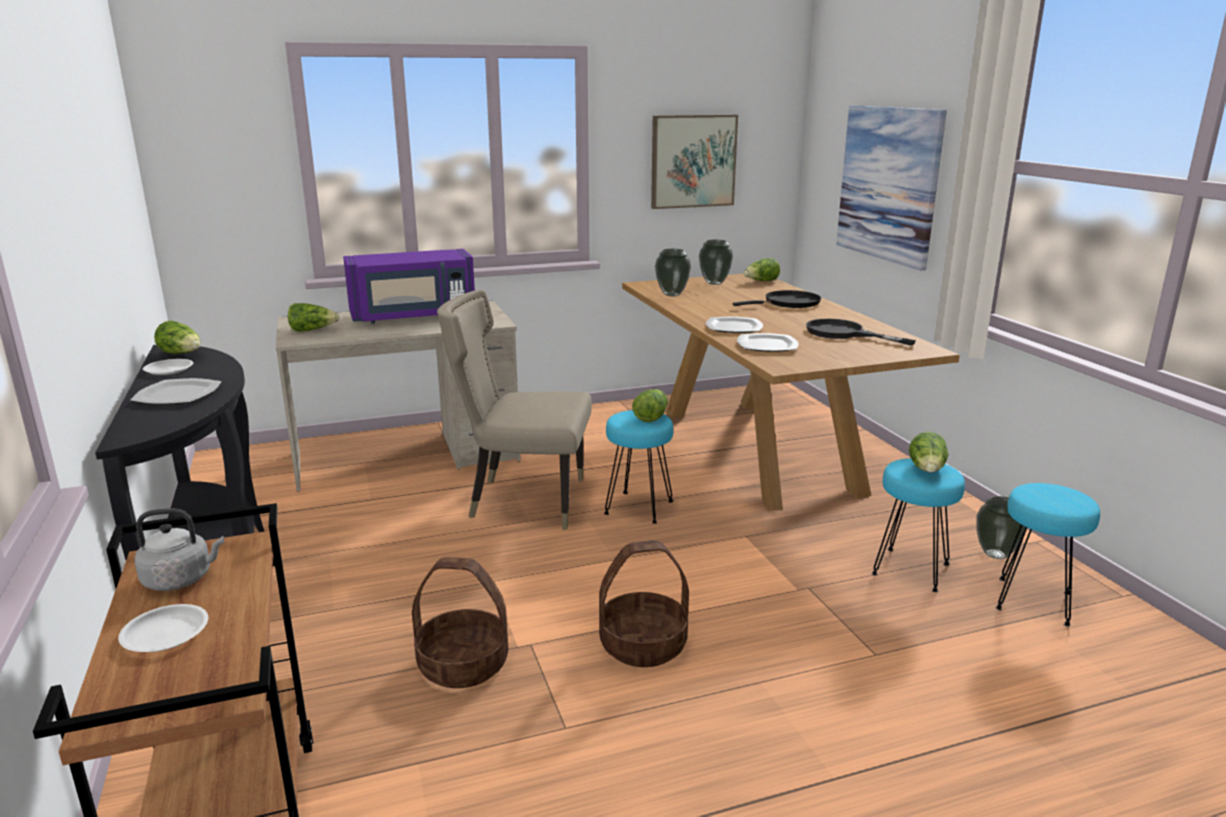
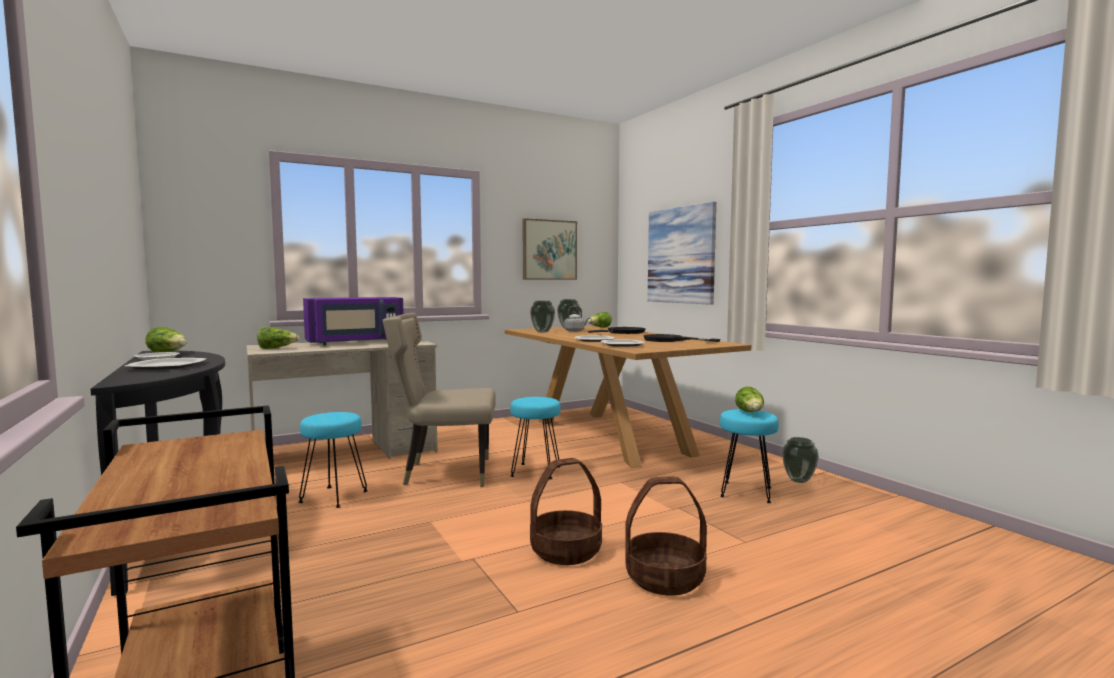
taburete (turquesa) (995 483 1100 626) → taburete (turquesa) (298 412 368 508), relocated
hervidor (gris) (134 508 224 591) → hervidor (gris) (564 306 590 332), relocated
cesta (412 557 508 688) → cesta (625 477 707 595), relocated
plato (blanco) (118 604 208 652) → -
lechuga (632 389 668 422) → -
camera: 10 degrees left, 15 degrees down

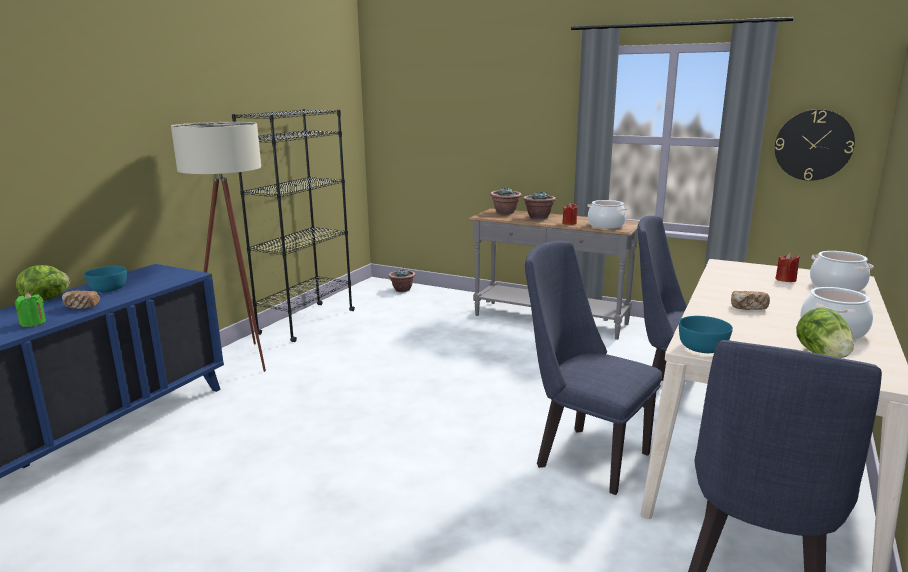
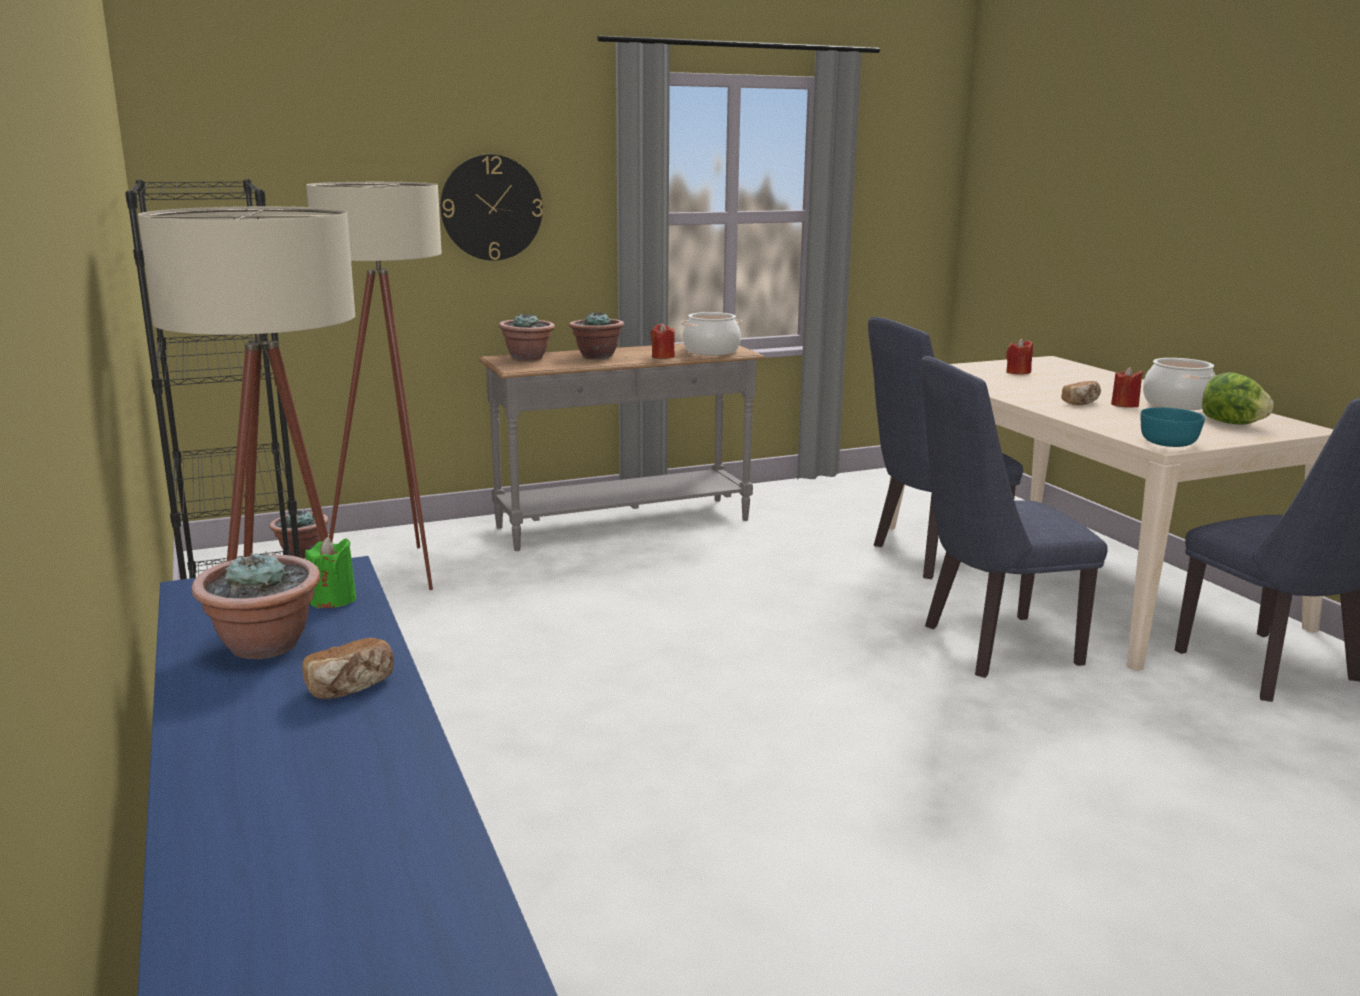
cuenco (turquesa) (84 266 127 292) → planta en maceta (192 552 320 659)
vela (verde) (15 292 46 327) → vela (verde) (305 536 356 609), relocated
- → lámpara de pie (beis) (306 182 442 590)
reloj de pared (775 109 855 181) → reloj de pared (440 154 543 261), relocated
- → vela (rojo) (1111 367 1143 408)
lechuga (16 265 70 301) → -
olla (810 251 874 292) → -
camera: 50 degrees left, 0 degrees up

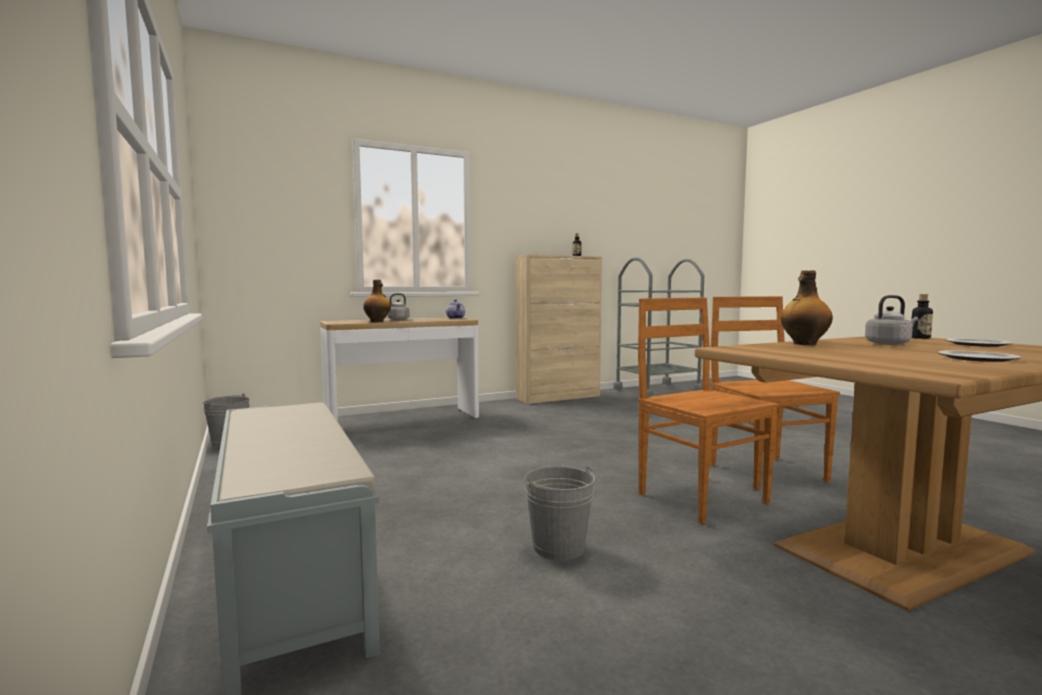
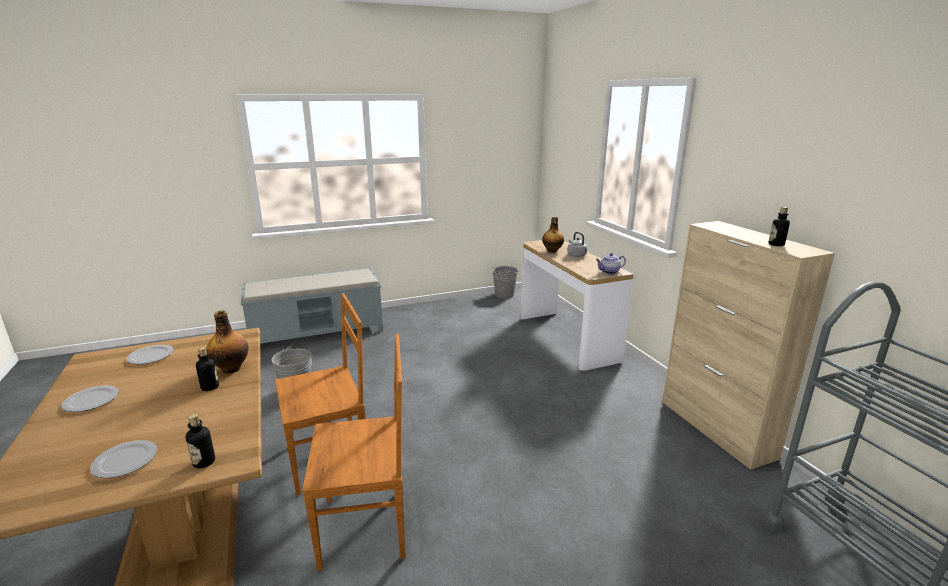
- → plato (126 345 174 364)
- → botella (196 347 219 391)
hervidor (gris) (865 295 918 345) → -
camera: 95 degrees right, 15 degrees up

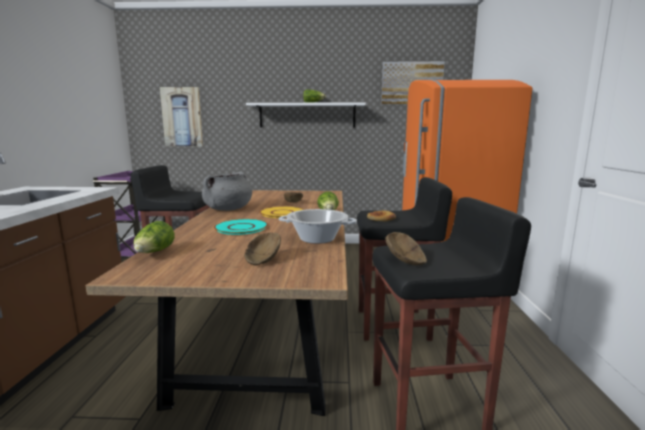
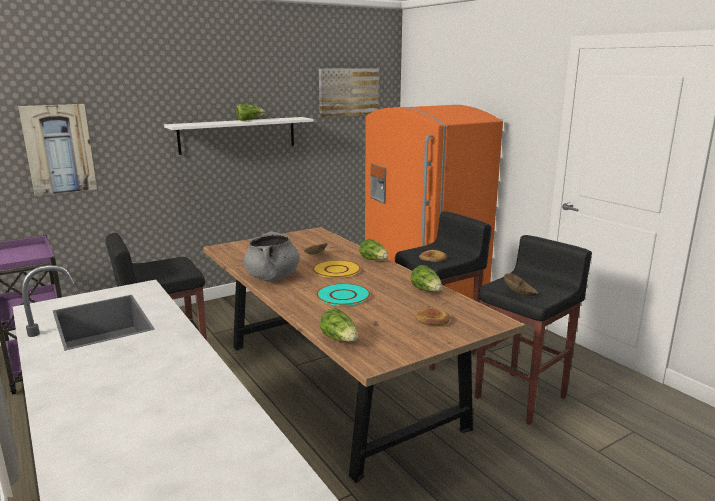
olla (279 209 357 244) → lechuga (411 265 442 291)
cuenco (marrón) (244 232 281 265) → pan (416 308 450 326)
camera: 35 degrees left, 5 degrees up

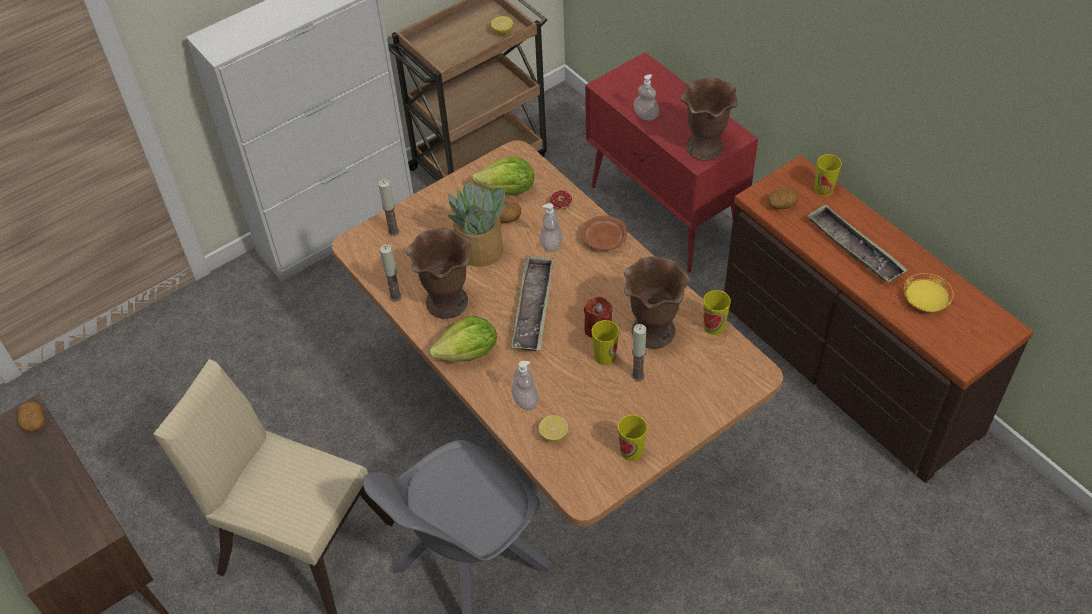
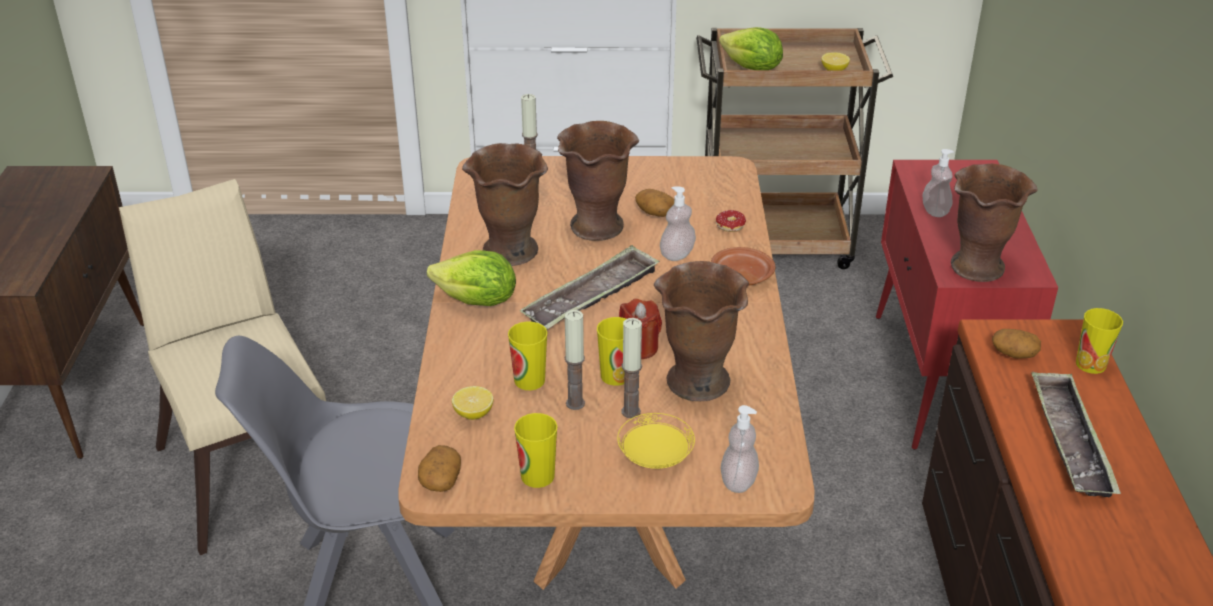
patata (17 402 46 432) → patata (418 445 461 492), relocated
taza (703 290 731 335) → taza (508 321 547 390), relocated
planta en maceta (448 182 506 267) → florero (marrón) (557 121 639 241)
vela (380 244 402 302) → vela (565 310 585 410), relocated
plato (amarillo) (904 273 953 312) → plato (amarillo) (617 413 695 469), relocated
lechuga (472 157 534 195) → lechuga (719 27 783 70), relocated
dispensador de jabón (511 361 539 411) → dispensador de jabón (721 405 759 493), relocated
camera: 35 degrees right, 15 degrees down

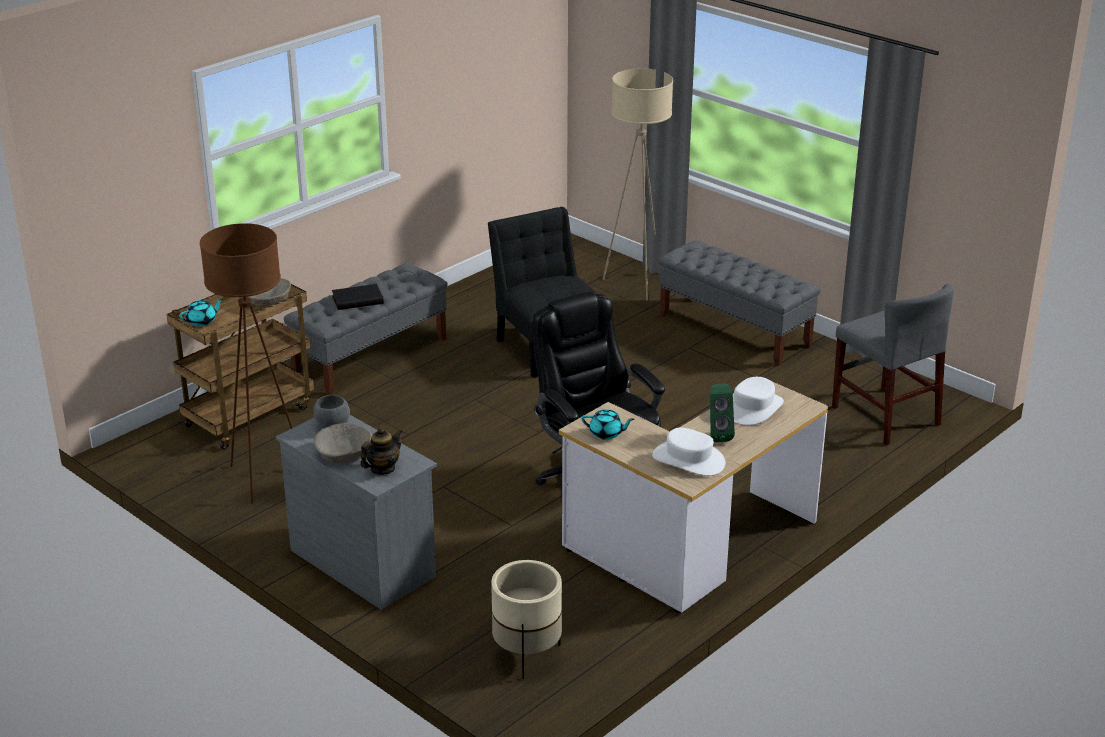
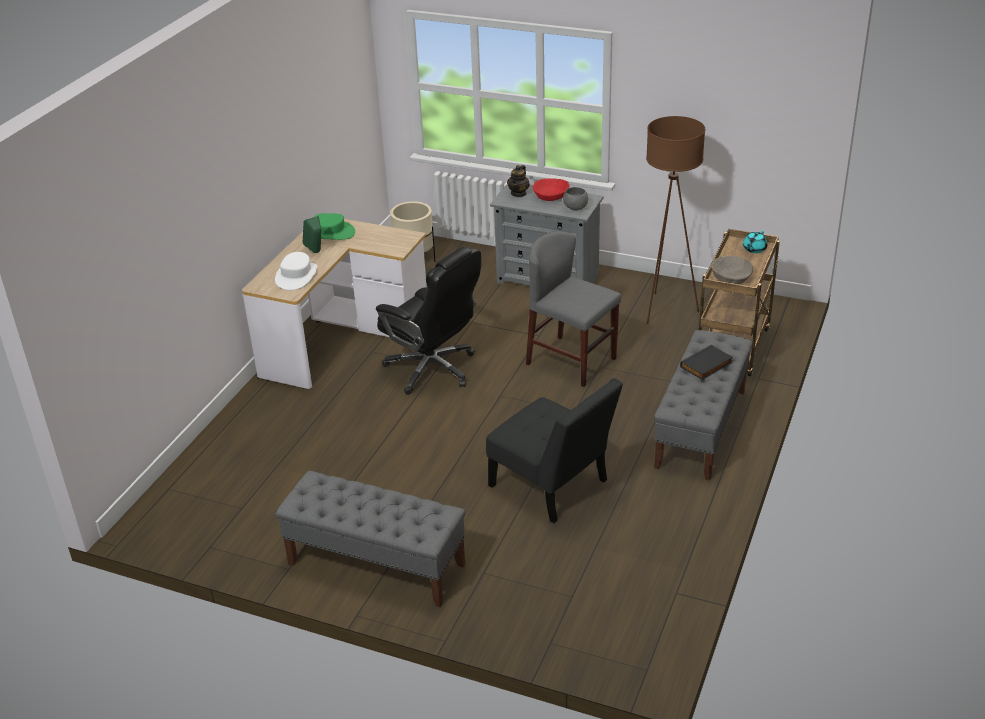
sombrero (blanco) (652 428 725 476) → sombrero (verde) (314 213 355 240)
silla (gris) (832 284 954 445) → silla (gris) (526 231 621 387), relocated
cuenco (beis) (314 423 372 463) → cuenco (rojo) (532 178 569 201)
tetera (turquesa) (582 410 635 440) → -
lámpara de pie (beis) (603 68 673 300) → -
camera: 160 degrees right, 5 degrees up

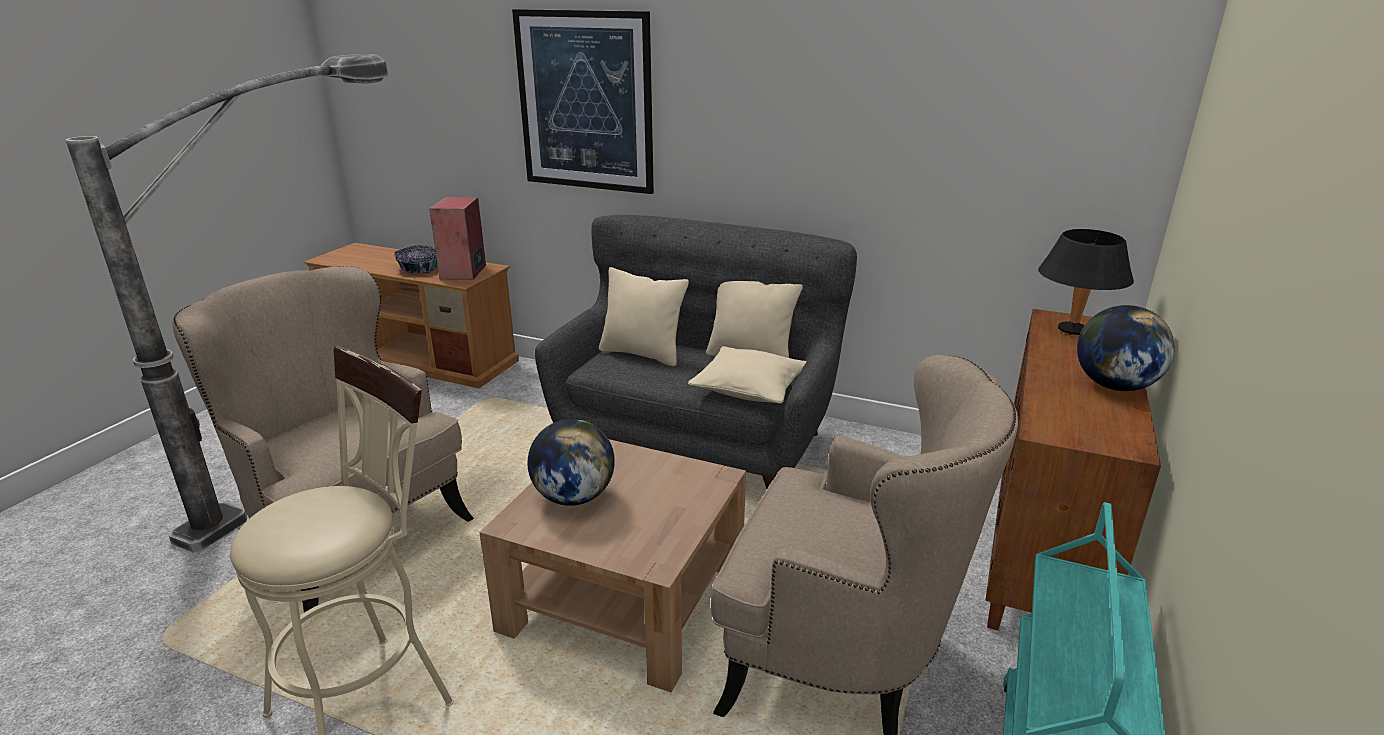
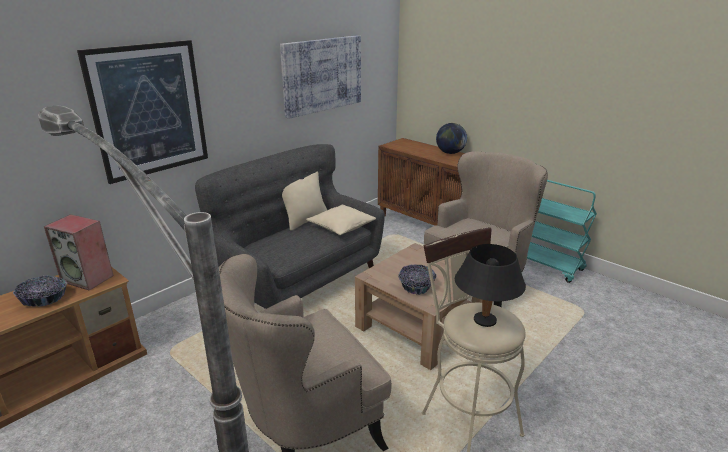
- → cuadro (280 36 361 119)
globo terráqueo (527 419 615 506) → cuenco (398 265 437 295)
lámpara de mesa (negro) (1038 229 1134 335) → lámpara de mesa (negro) (455 244 526 327), relocated
cojín (beis) (599 267 689 367) → -
camera: 70 degrees left, 0 degrees up

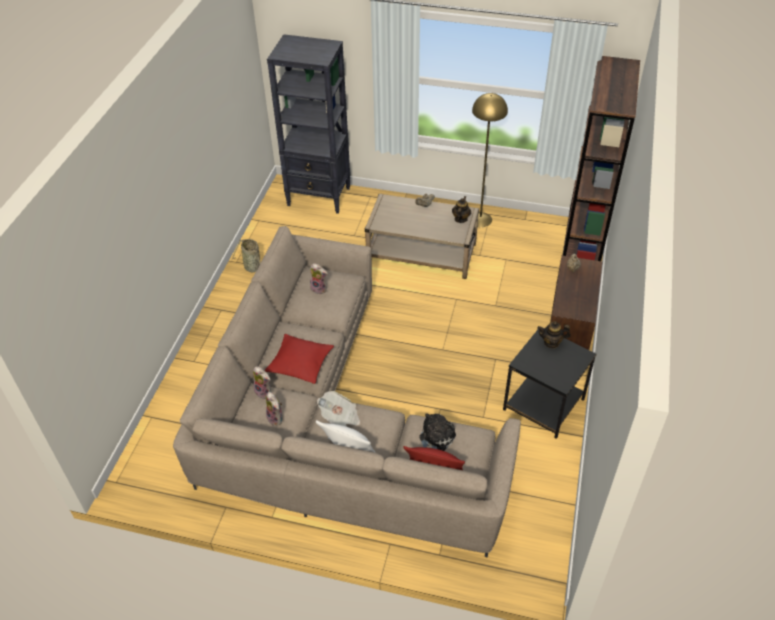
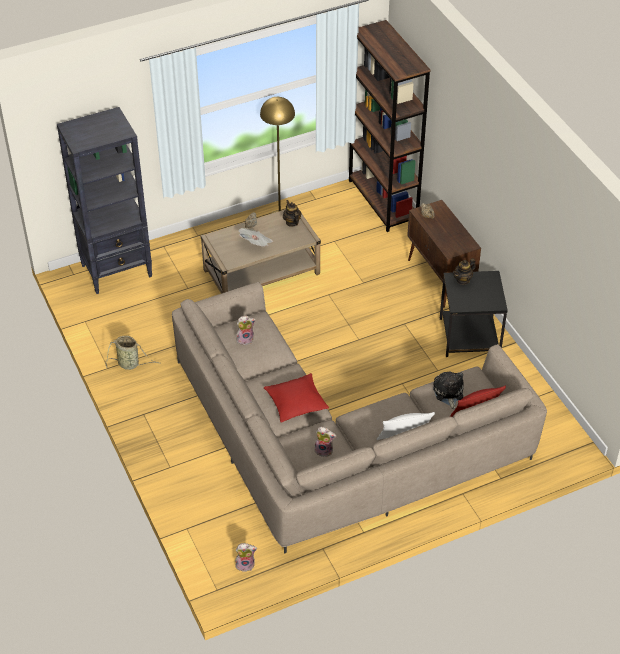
peluche (253 366 271 399) → peluche (235 543 257 572), relocated
periódico (317 391 360 426) → periódico (238 228 273 247), relocated
camera: 40 degrees left, 0 degrees up

